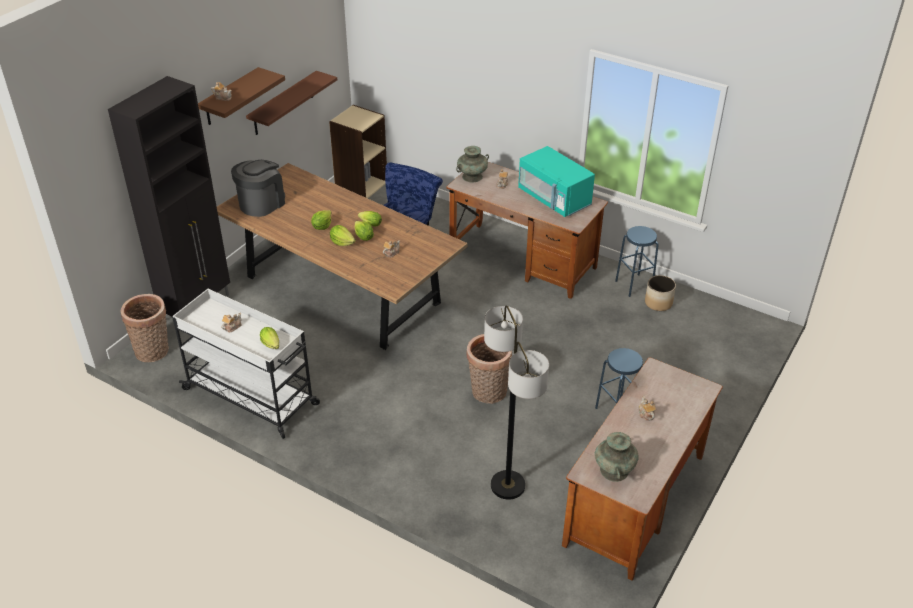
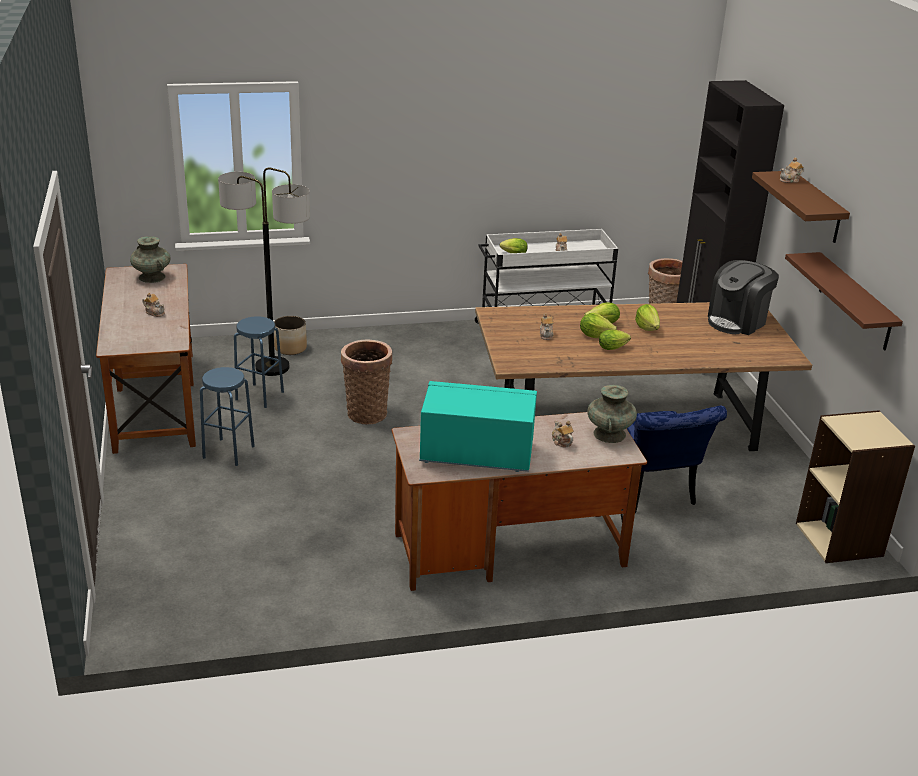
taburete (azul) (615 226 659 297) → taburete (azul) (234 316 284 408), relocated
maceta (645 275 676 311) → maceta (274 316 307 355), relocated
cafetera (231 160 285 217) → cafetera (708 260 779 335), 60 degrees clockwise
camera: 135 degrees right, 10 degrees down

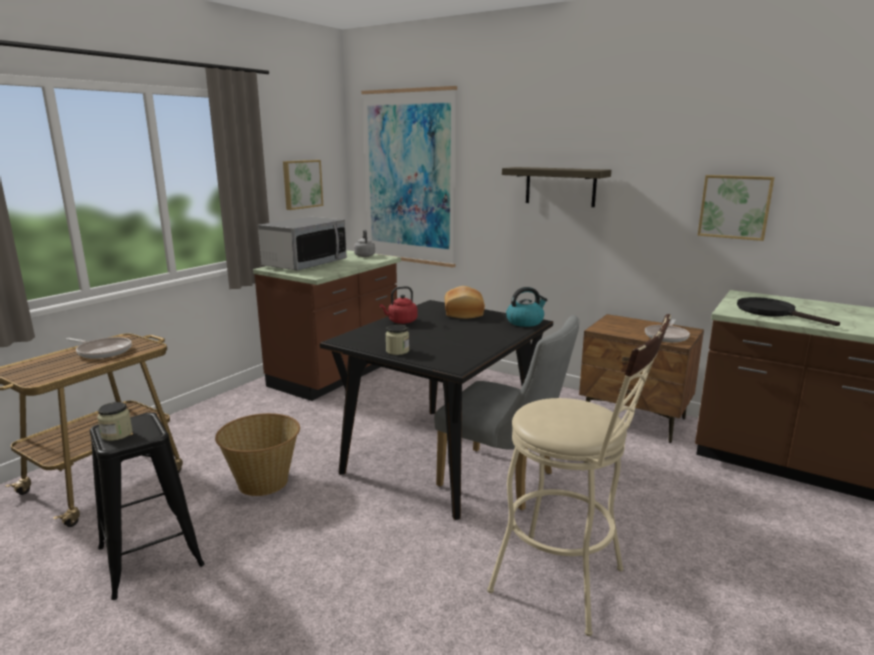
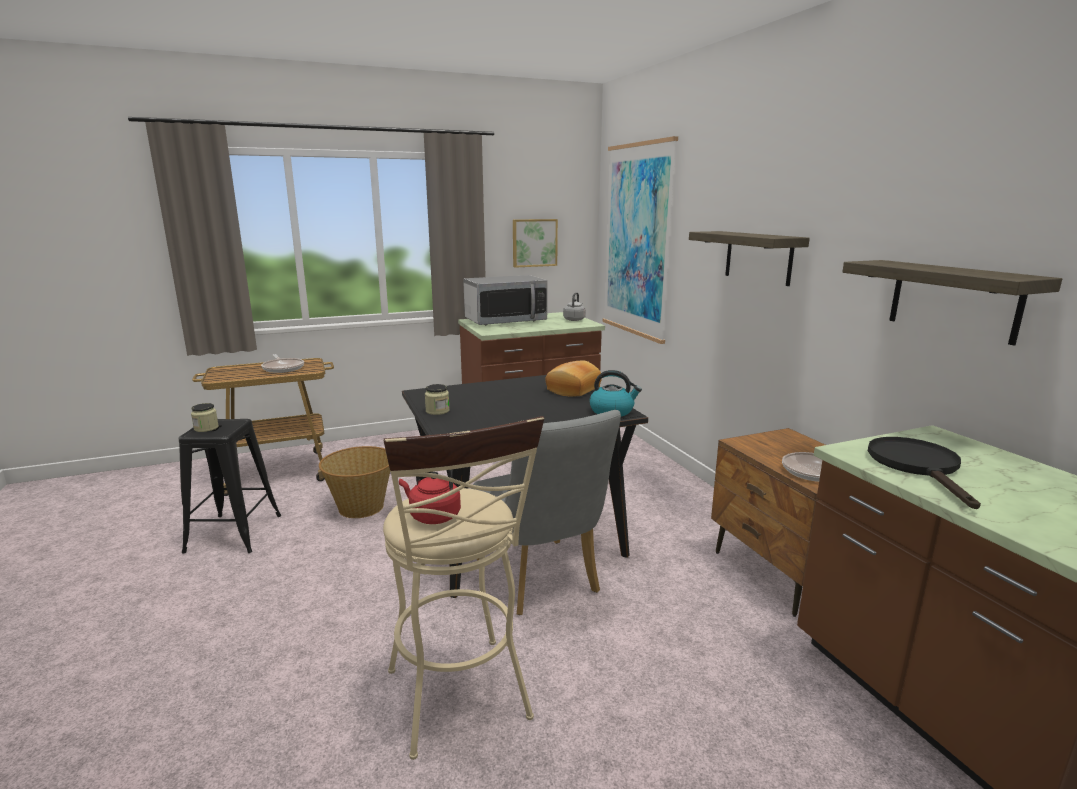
hervidor (rojo) (380 286 417 324) → hervidor (rojo) (399 469 461 524), relocated
cuadro (698 175 774 241) → estante (842 260 1062 345)
camera: 35 degrees right, 0 degrees up

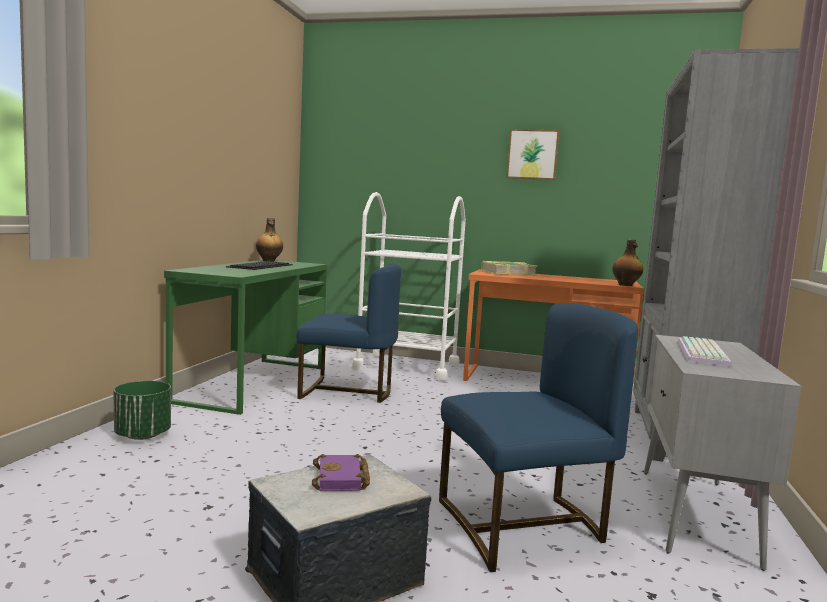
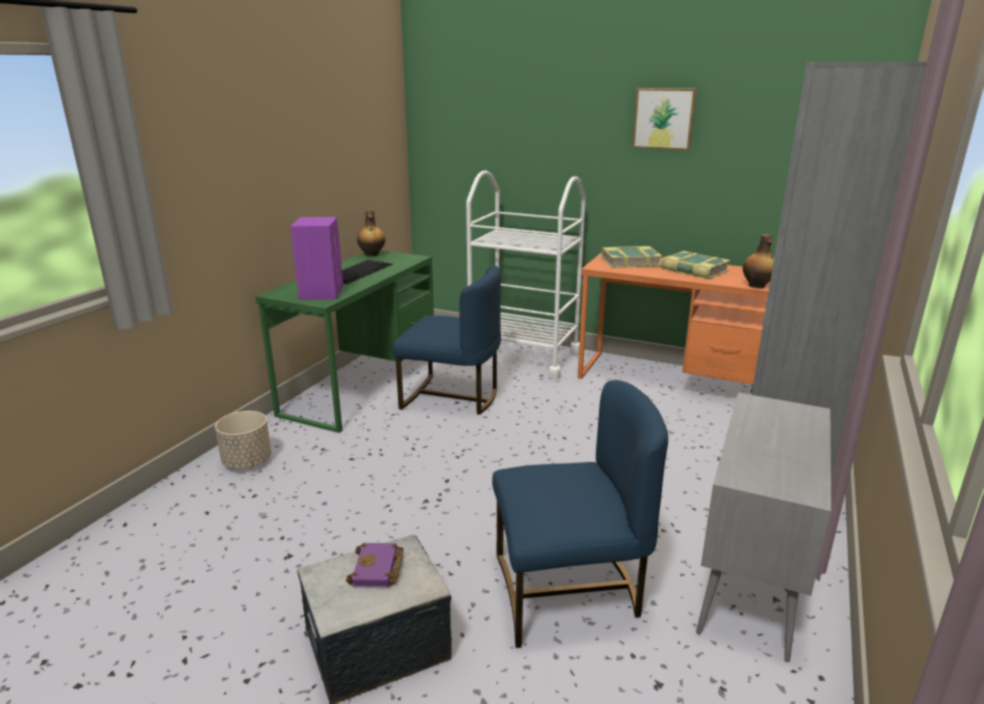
maceta (verde) (114 381 171 440) → maceta (beis) (215 411 271 469)
- → altavoz (morado) (290 217 343 300)
- → libro (661 251 730 279)
teclado (678 336 732 367) → -
camera: 10 degrees right, 15 degrees up

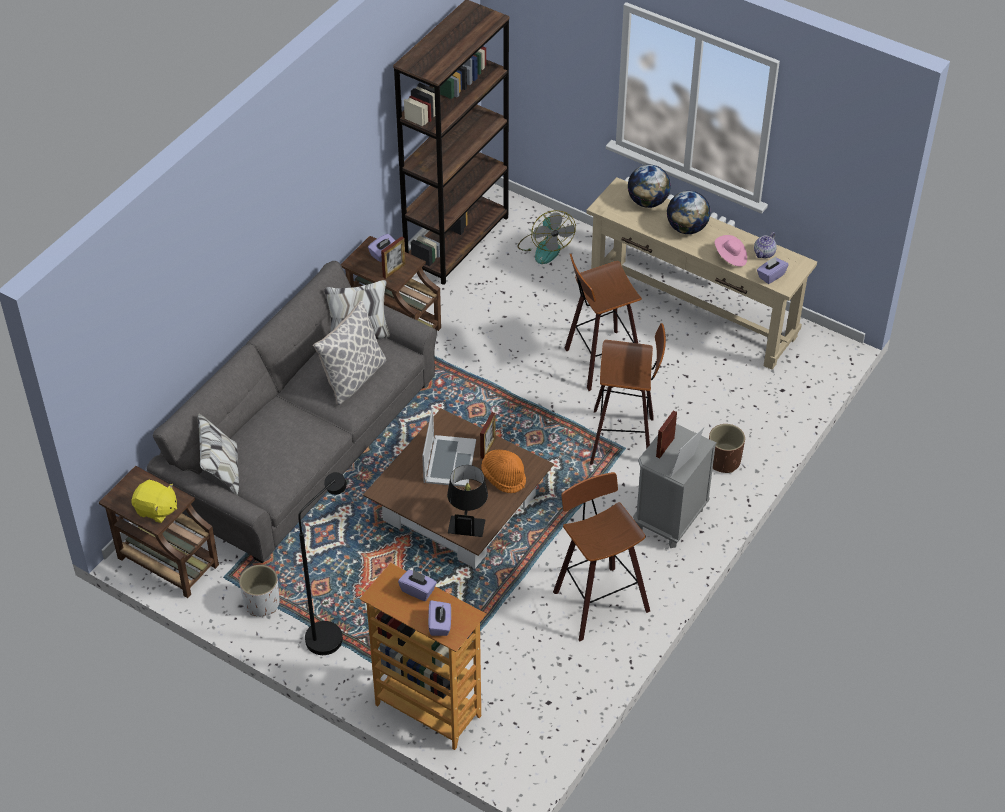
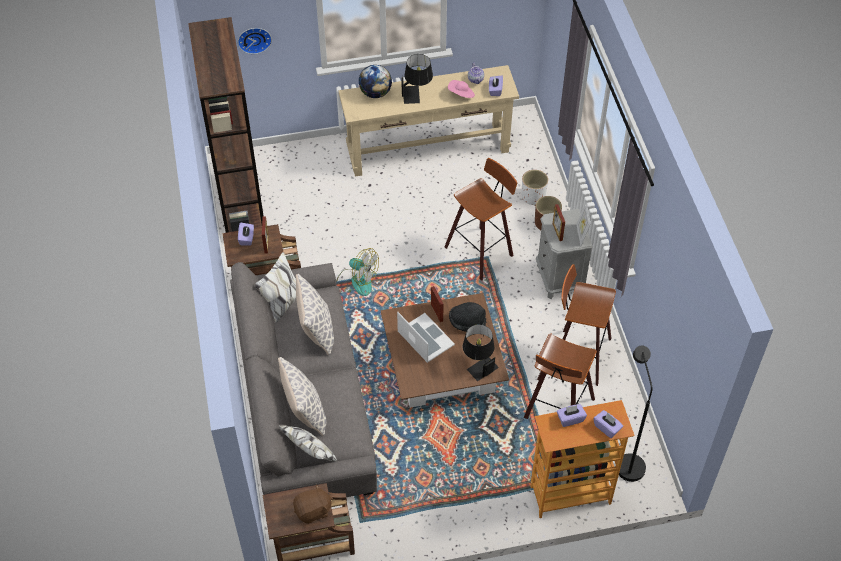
- → reloj de pared (238 28 272 54)
- → cojín (278 357 326 436)
peluche (amarillo) (131 480 177 523) → peluche (marrón) (293 484 333 524)
ventilador (517 210 576 264) → ventilador (336 248 379 296), relocated
globo terráqueo (667 191 711 234) → lámpara de mesa (negro) (401 54 433 104)
sombrero (naranja) (481 449 526 493) → sombrero (negro) (449 302 486 332)
maceta (blanco) (239 565 280 617) → maceta (blanco) (522 170 548 206), relocated
taburete (565 254 642 391) → taburete (524 333 597 419), relocated
lámpara de pie (negro) (298 472 347 655) → lámpara de pie (negro) (619 346 653 482), relocated
camera: 45 degrees left, 5 degrees up

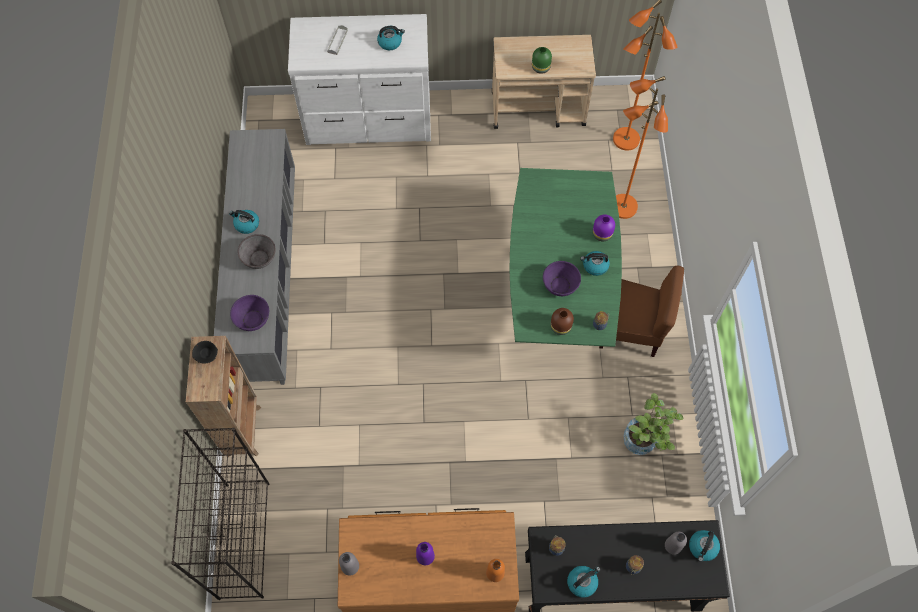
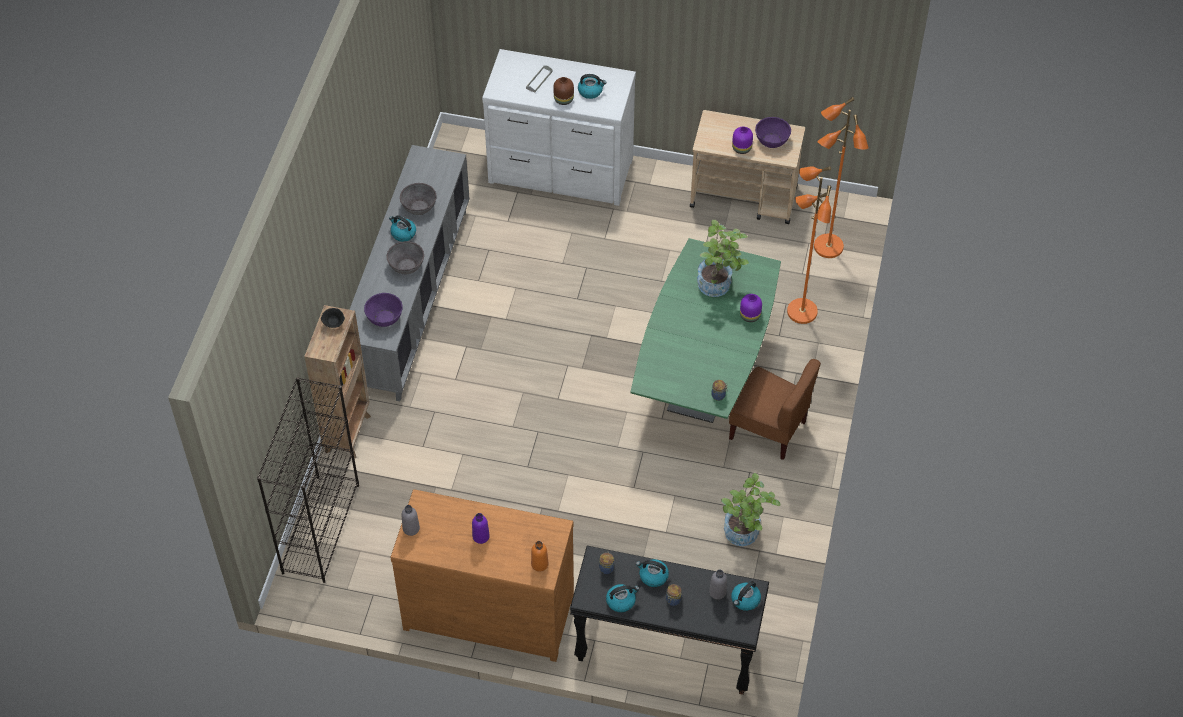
- → cuenco (gris) (400 183 437 215)
florero (marrón) (551 308 574 335) → florero (marrón) (553 77 574 105), relocated
hervidor (580 251 610 276) → hervidor (636 559 669 587), relocated
- → planta en maceta (697 220 749 297)
florero (verde) (532 47 552 74) → florero (morado) (732 126 753 154)
cuenco (morado) (543 261 581 296) → cuenco (morado) (755 117 791 148), relocated
camera: 15 degrees right, 10 degrees down

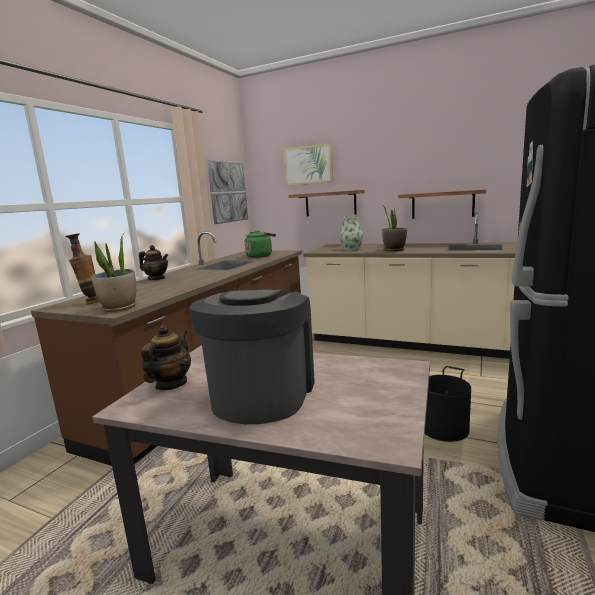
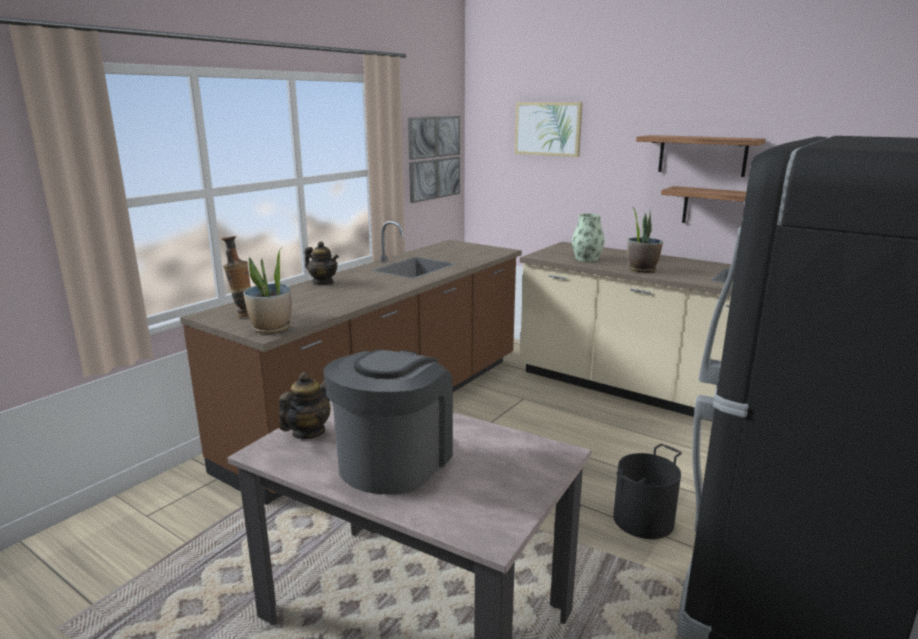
estante (289 190 365 217) → estante (636 135 766 177), relocated
hervidor (verde) (245 230 276 258) → -
camera: 10 degrees right, 5 degrees up

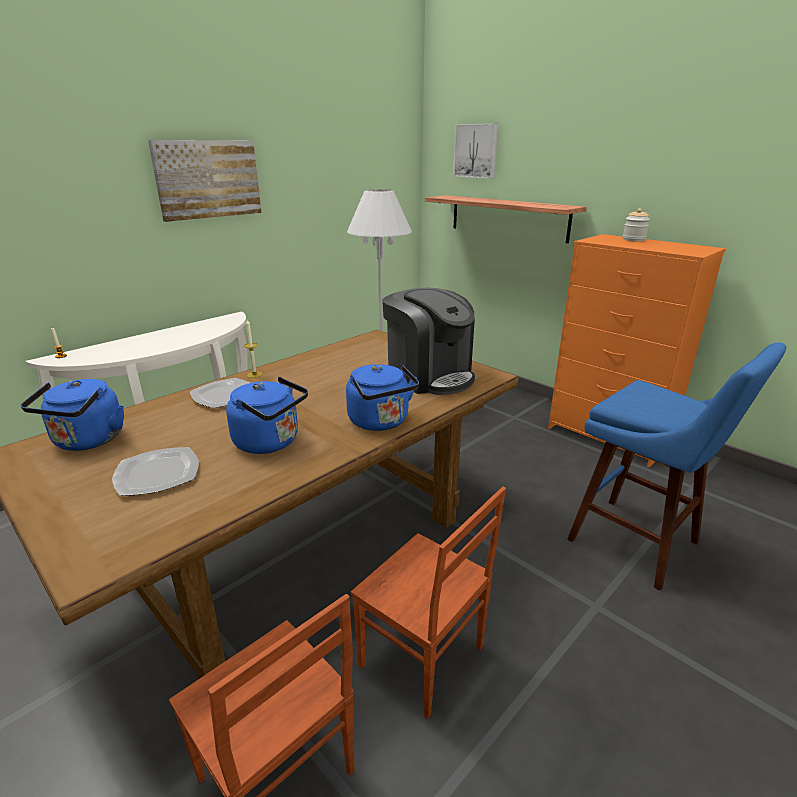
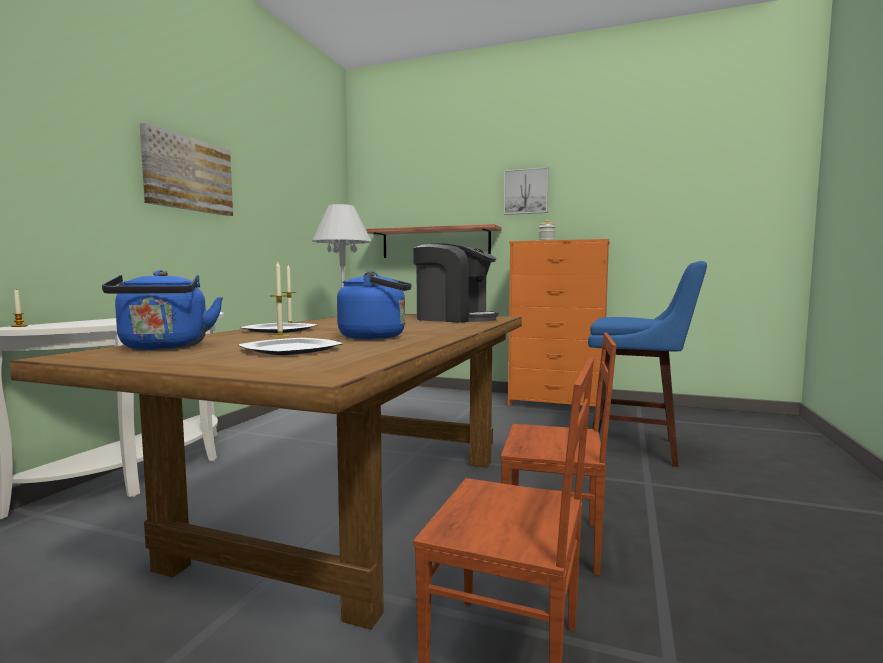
- → vela (270 262 291 337)
cuadro (453 123 498 178) → cuadro (504 167 549 215), relocated
hervidor (azul) (346 364 419 431) → -
camera: 25 degrees left, 20 degrees down

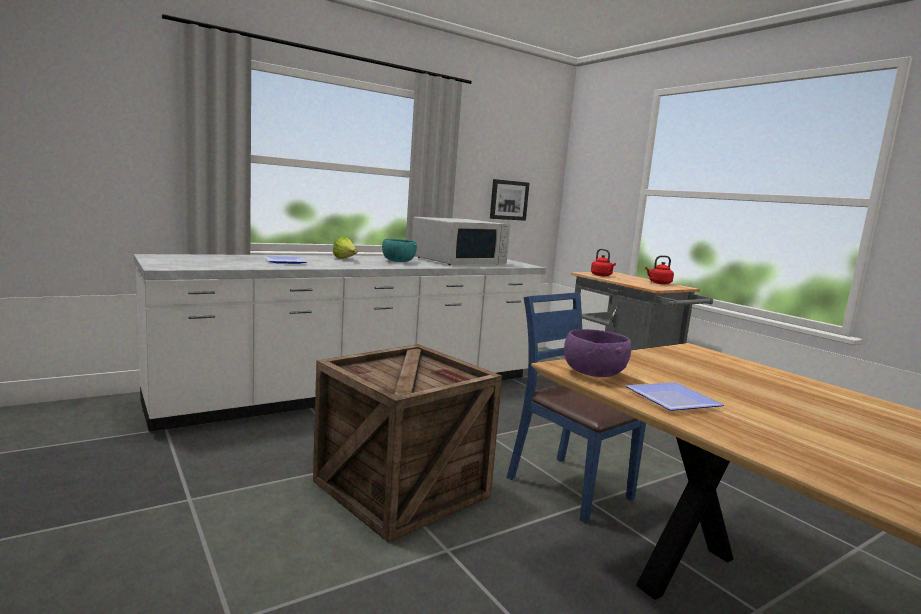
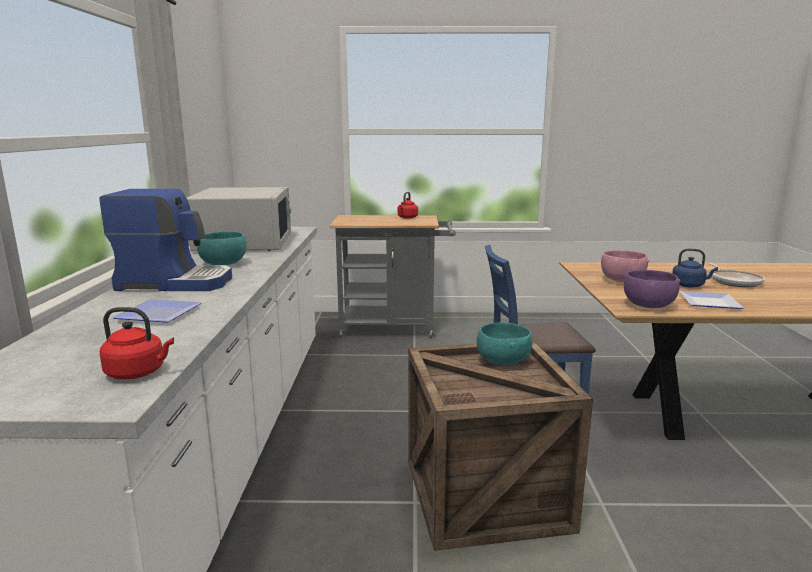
lechuga (333 237 358 259) → cafetera (99 189 232 291)
hervidor (rojo) (591 249 616 276) → hervidor (rojo) (100 307 174 380), relocated
- → cuenco (turquesa) (477 323 532 365)
- → cuenco (rosa) (601 250 650 282)
- → hervidor (azul) (672 248 718 288)
- → sartén (707 263 765 287)
cuadro (490 179 530 221) → -
camera: 55 degrees left, 5 degrees up

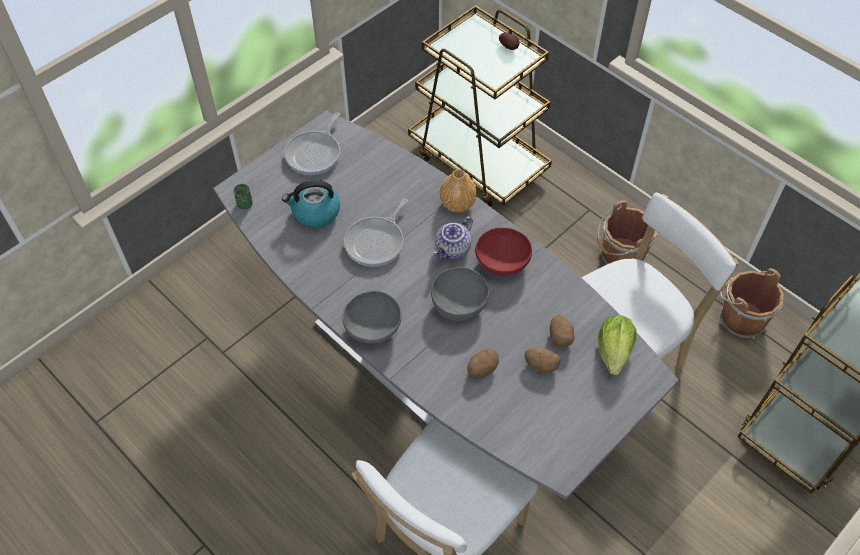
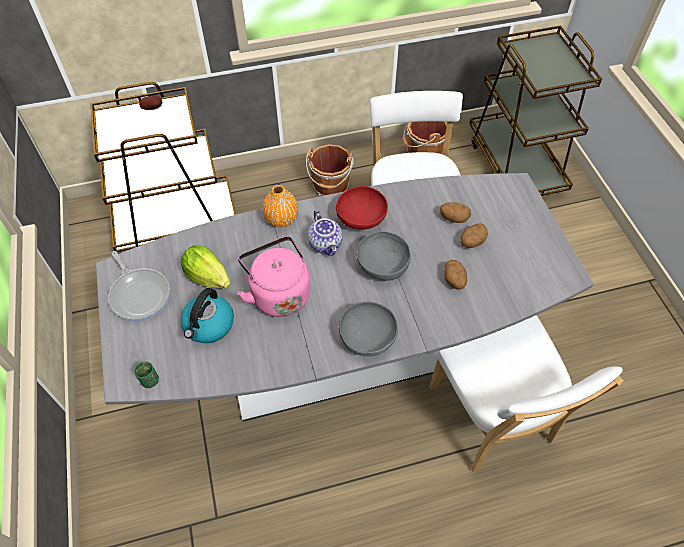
lechuga (598 315 637 375) → lechuga (181 245 231 289), relocated
sartén (344 198 408 267) → hervidor (rosa) (237 236 310 317)
camera: 60 degrees left, 0 degrees up

